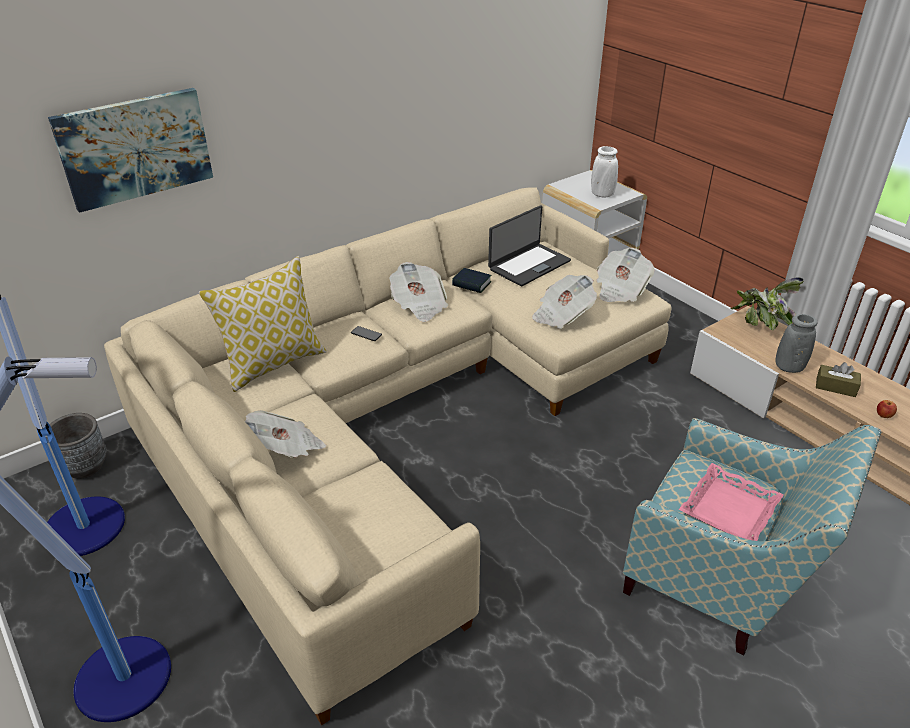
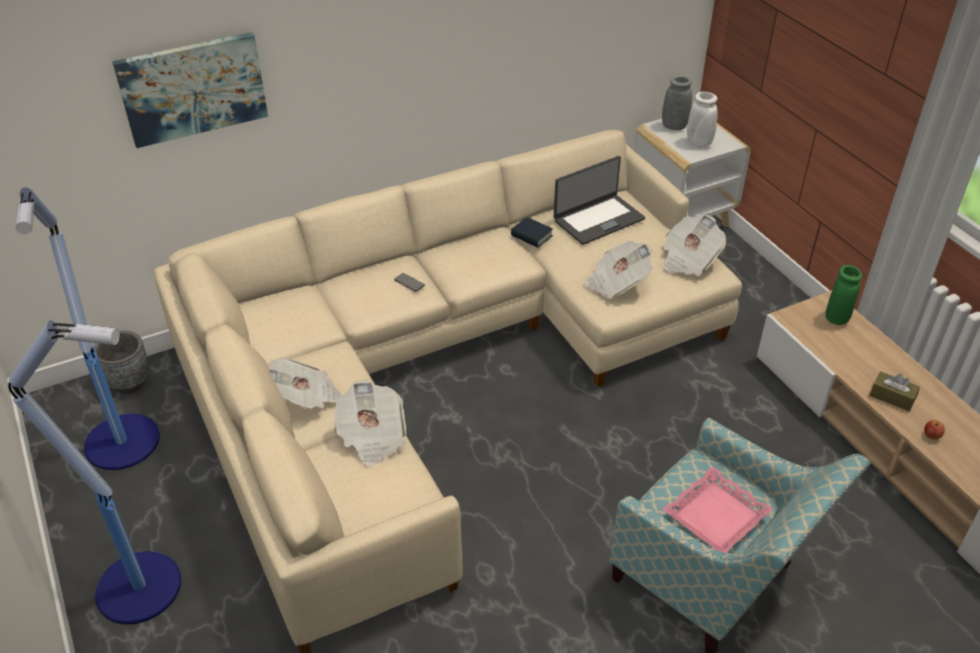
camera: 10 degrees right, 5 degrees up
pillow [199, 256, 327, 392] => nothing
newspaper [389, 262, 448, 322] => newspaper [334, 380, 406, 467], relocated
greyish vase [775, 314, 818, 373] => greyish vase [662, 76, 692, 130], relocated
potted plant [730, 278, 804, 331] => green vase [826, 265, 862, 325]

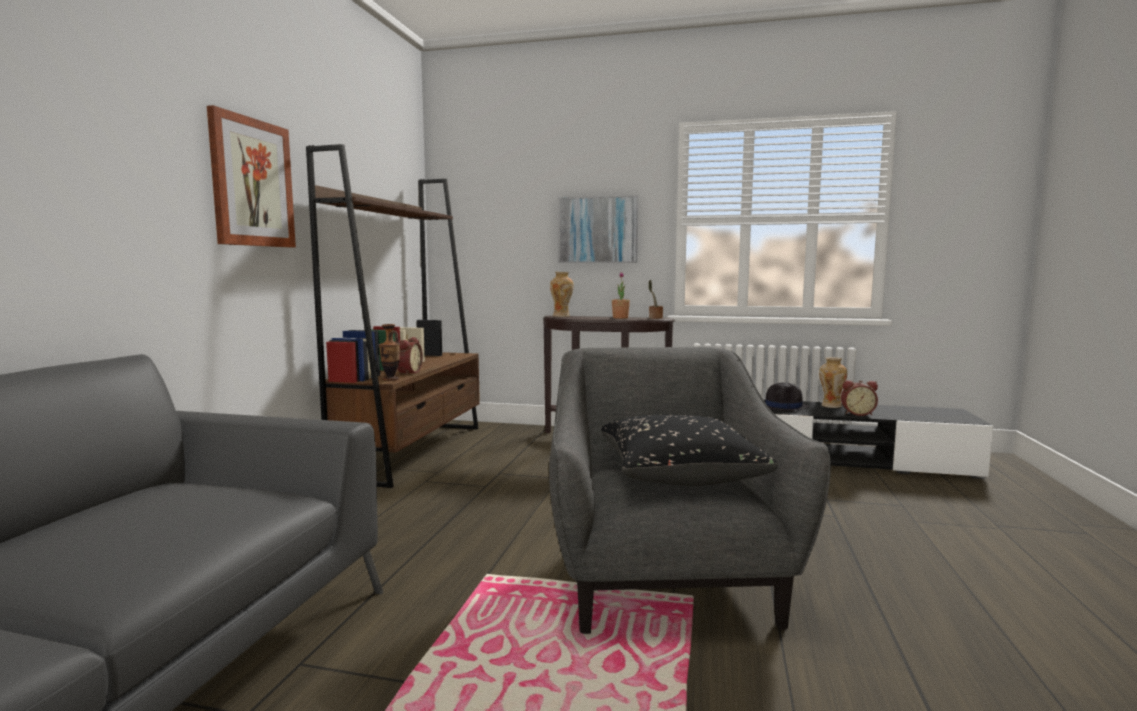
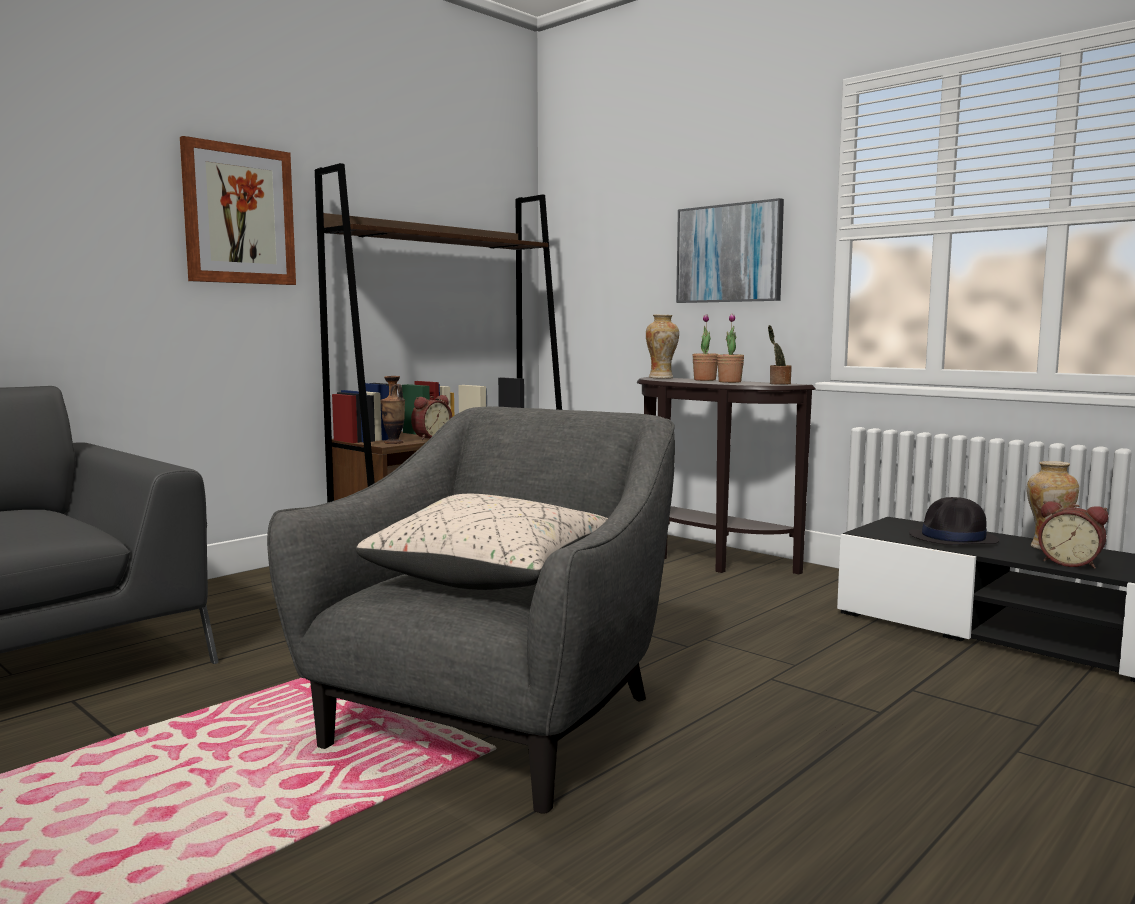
camera: 30 degrees right, 0 degrees up
nothing => potted plant [693, 314, 719, 381]
black pillow [601, 414, 778, 486] => beige-coloured pillow [356, 494, 608, 590]

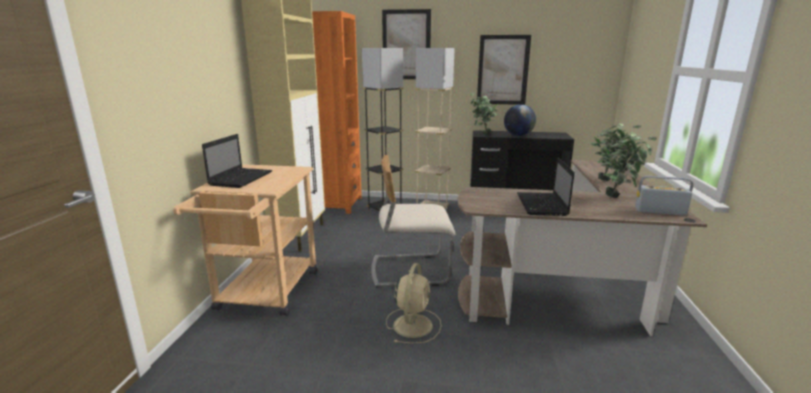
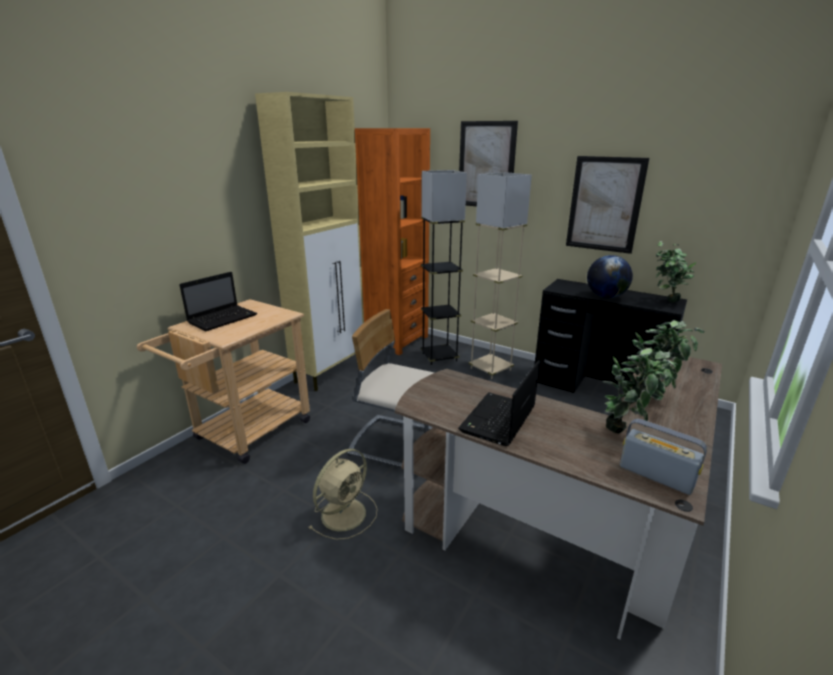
camera: 25 degrees right, 5 degrees up
potted plant [470, 93, 498, 135] => potted plant [656, 241, 697, 303], relocated

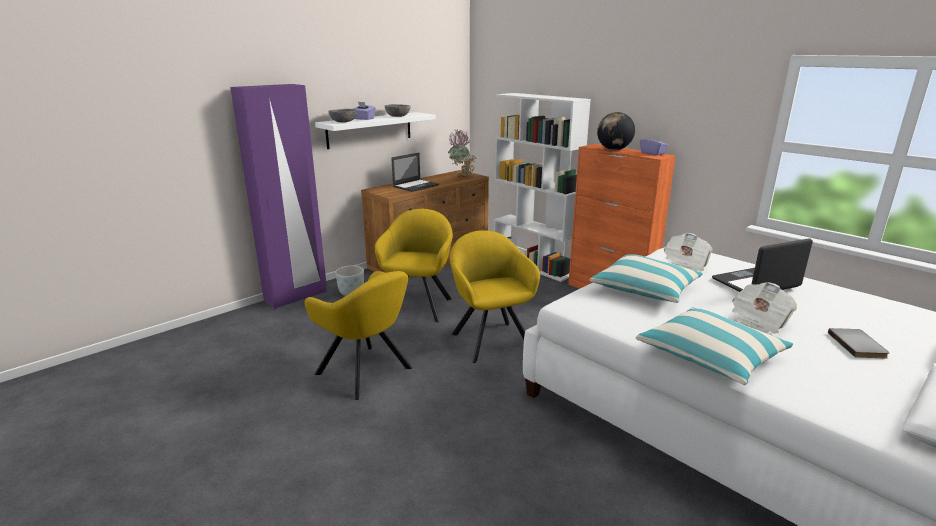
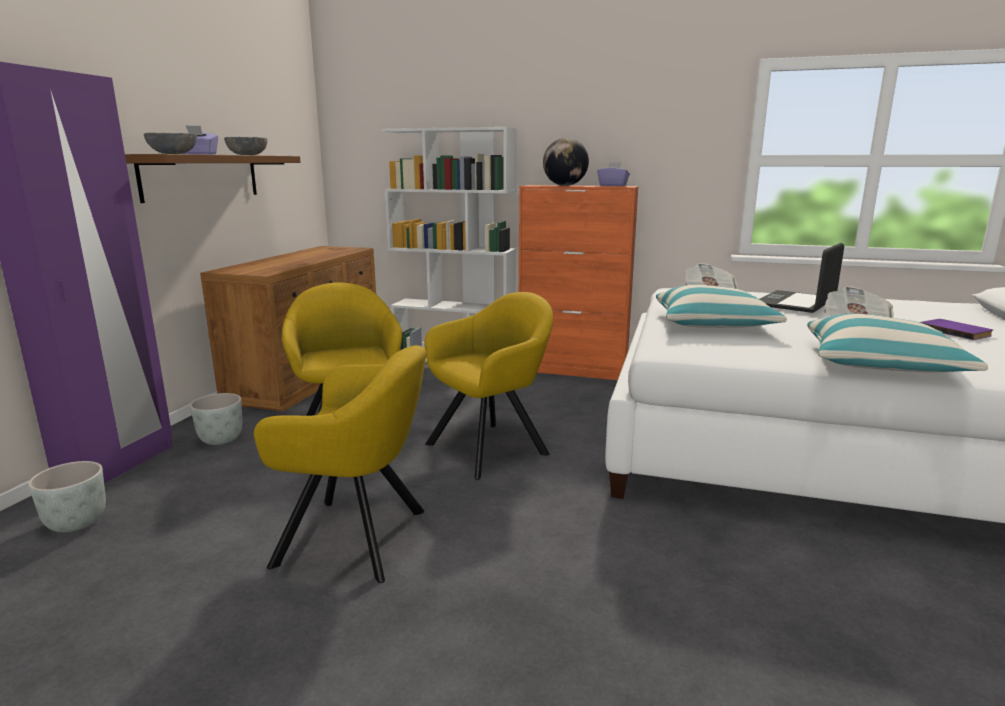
camera: 30 degrees left, 5 degrees down
notebook computer [391, 153, 439, 192] => nothing
potted plant [448, 129, 477, 177] => nothing
nothing => greyish plant pot [28, 461, 106, 532]
white shelf [315, 112, 436, 149] => brownish shelf [125, 154, 301, 203]
greyish volume [828, 328, 889, 358] => purple-coloured volume [920, 319, 993, 340]
yellow-coloured armchair [450, 230, 540, 363] => yellow-coloured armchair [424, 292, 553, 480], 105 degrees clockwise

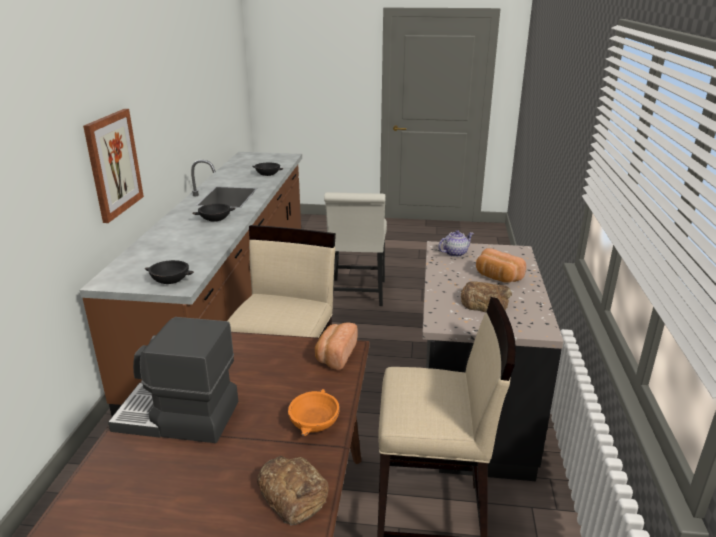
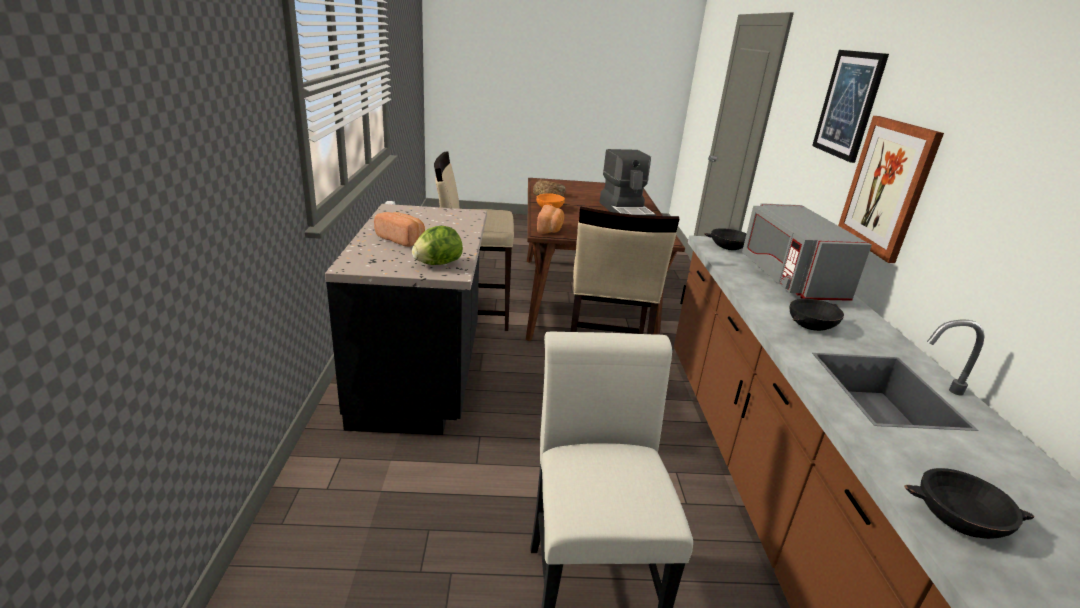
camera: 170 degrees right, 0 degrees up
baked bread [461, 281, 512, 313] => nothing
nothing => greyish microwave [742, 203, 872, 301]
nothing => picture [812, 50, 889, 163]
pot for tea [438, 230, 474, 257] => head of lettuce [412, 226, 463, 265]
coffee machine [108, 317, 239, 443] => coffee machine [600, 149, 656, 216], 75 degrees clockwise

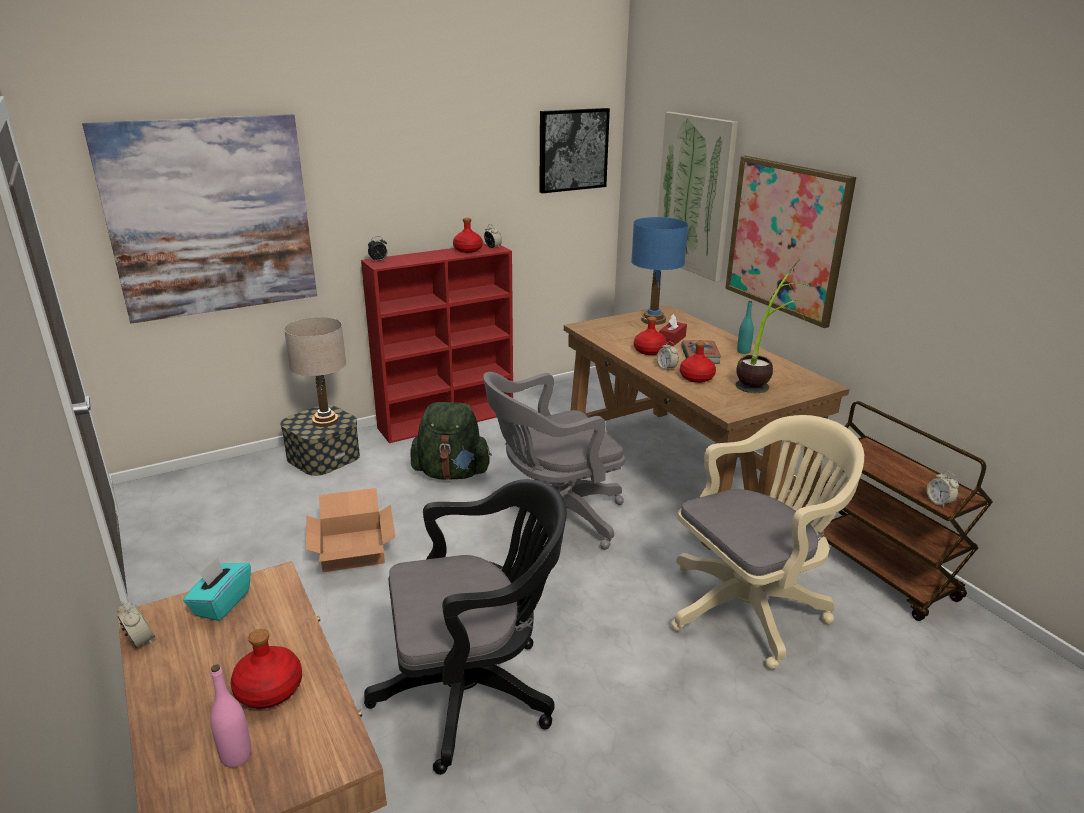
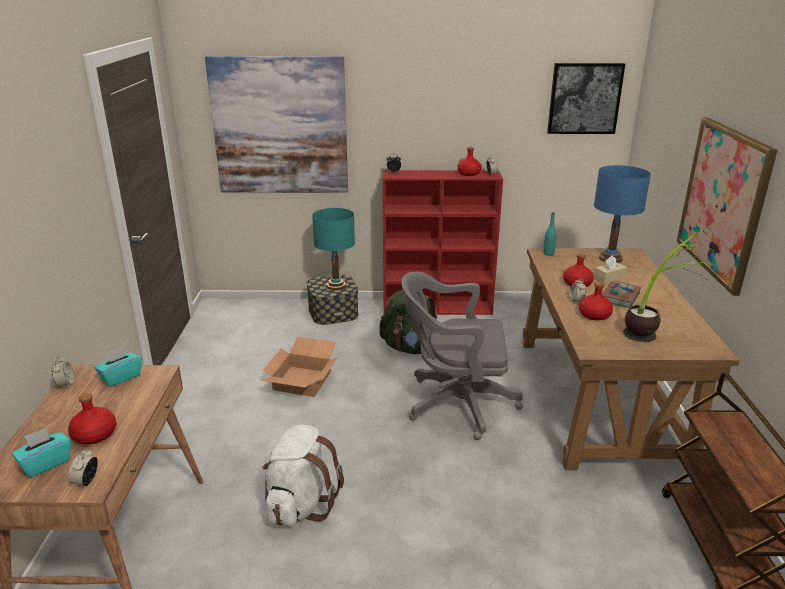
camera: 30 degrees right, 0 degrees up
picture [658, 112, 738, 282] => nothing
beige-coloured desk chair [671, 415, 864, 670] => nothing
turquoise-coloured bottle [737, 301, 754, 354] => turquoise-coloured bottle [543, 213, 556, 256], relocated
alarm clock [927, 471, 959, 508] => alarm clock [68, 449, 98, 488], relocated
pink-coloured bottle [210, 664, 251, 768] => turquoise-coloured box of tissues [12, 427, 71, 478]
black desk chair [364, 479, 567, 775] => white backpack [263, 425, 344, 526]
beige-coloured lamp for a table [284, 317, 346, 427] => turquoise-coloured lamp for a table [312, 208, 355, 290]
red-coloured box of tissues [659, 314, 687, 346] => beige-coloured box of tissues [594, 255, 627, 284]

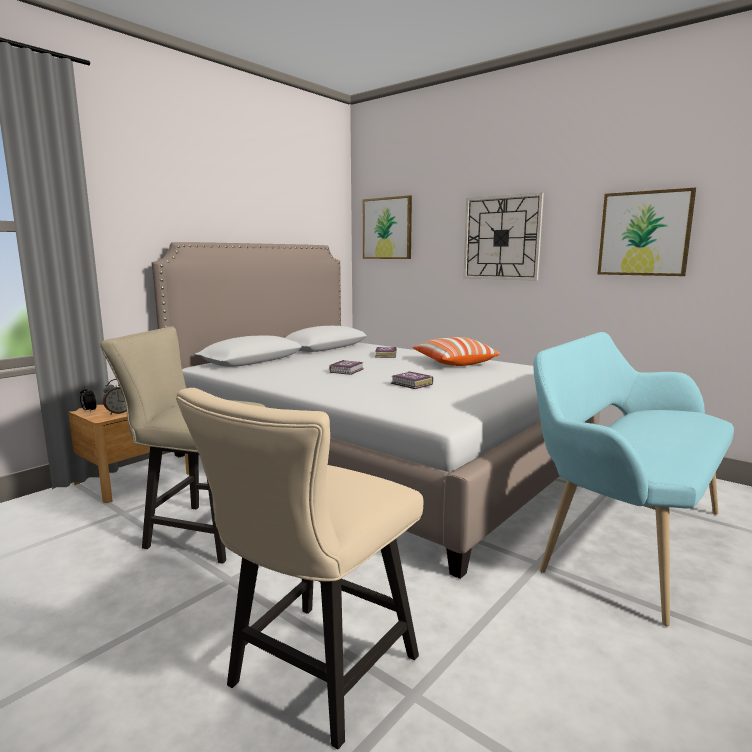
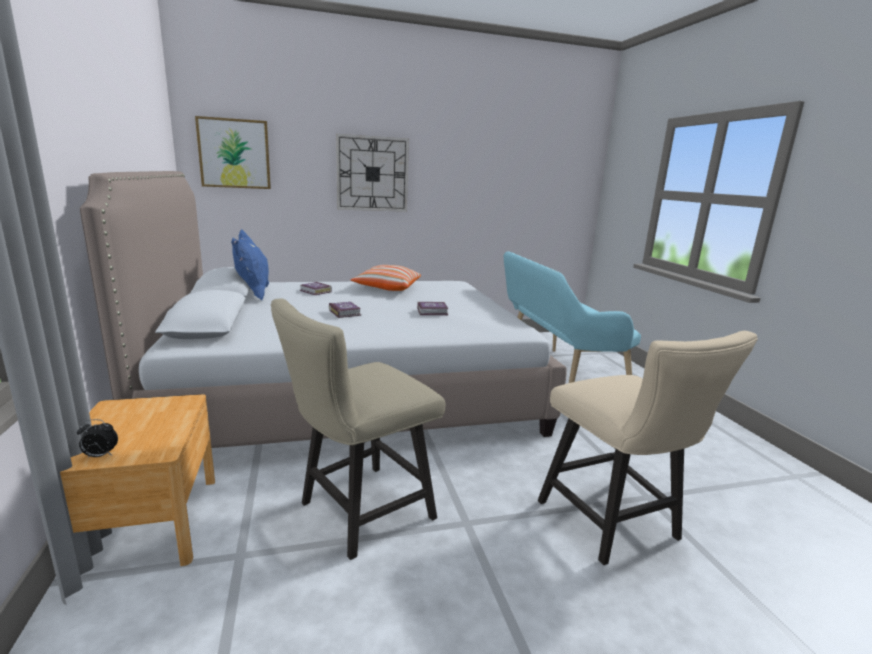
camera: 55 degrees left, 5 degrees up
alarm clock [103, 379, 126, 415] => nothing
picture [598, 188, 696, 276] => nothing
nothing => blue-coloured pillow [231, 230, 269, 301]

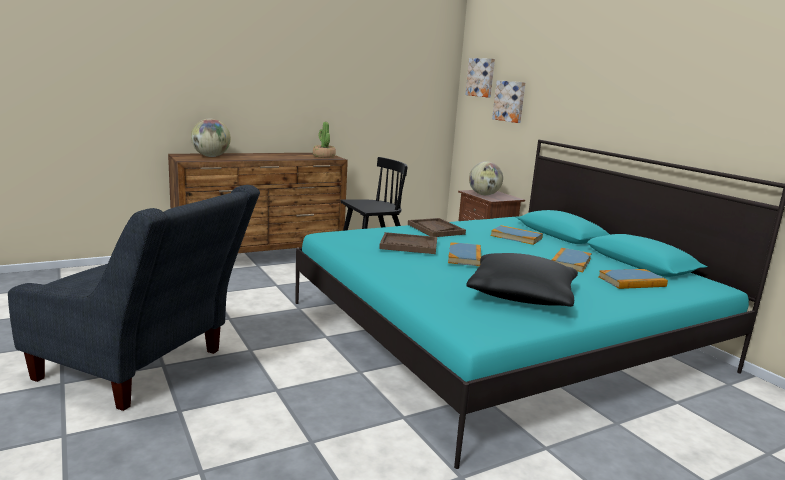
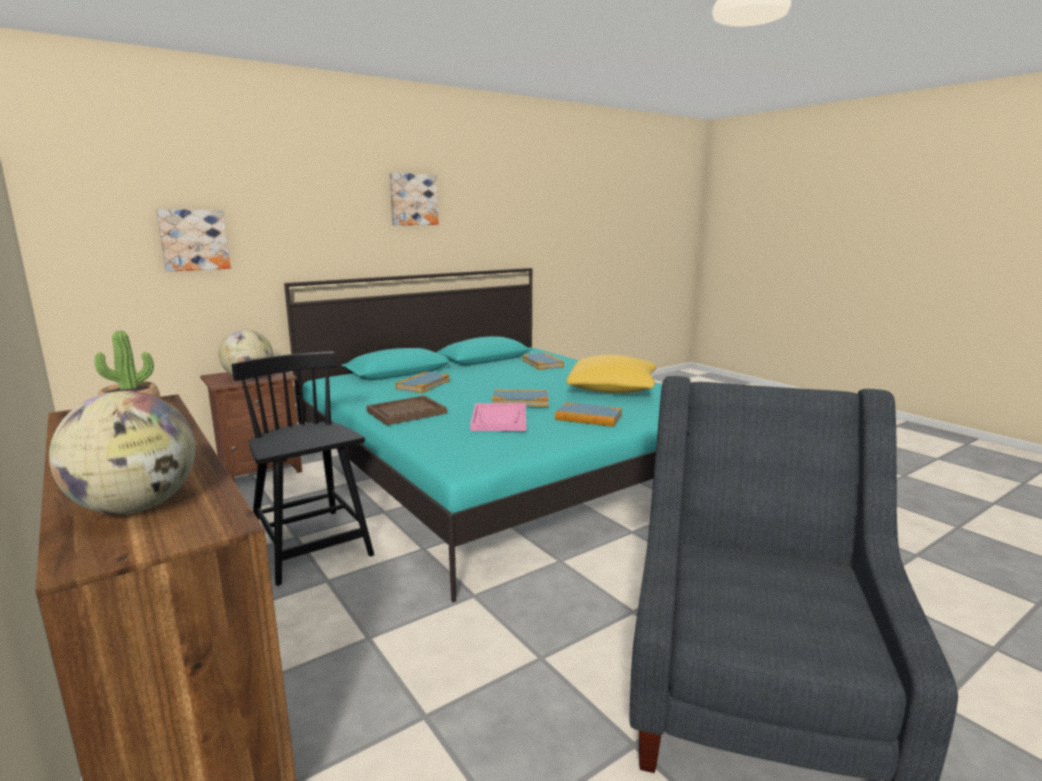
camera: 95 degrees left, 0 degrees up
picture [465, 58, 495, 98] => picture [390, 173, 439, 225], relocated
volume [552, 248, 592, 272] => volume [555, 402, 622, 427], relocated
brownish serving tray [379, 232, 437, 254] => pink-coloured serving tray [470, 403, 526, 431]
black pillow [466, 253, 578, 307] => yellow-coloured pillow [567, 355, 656, 393]

